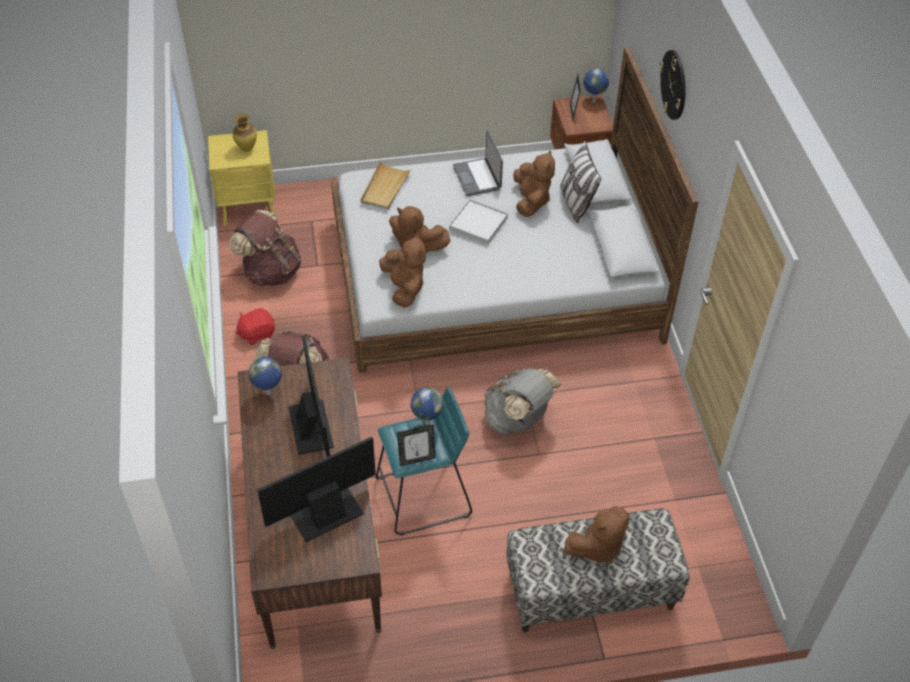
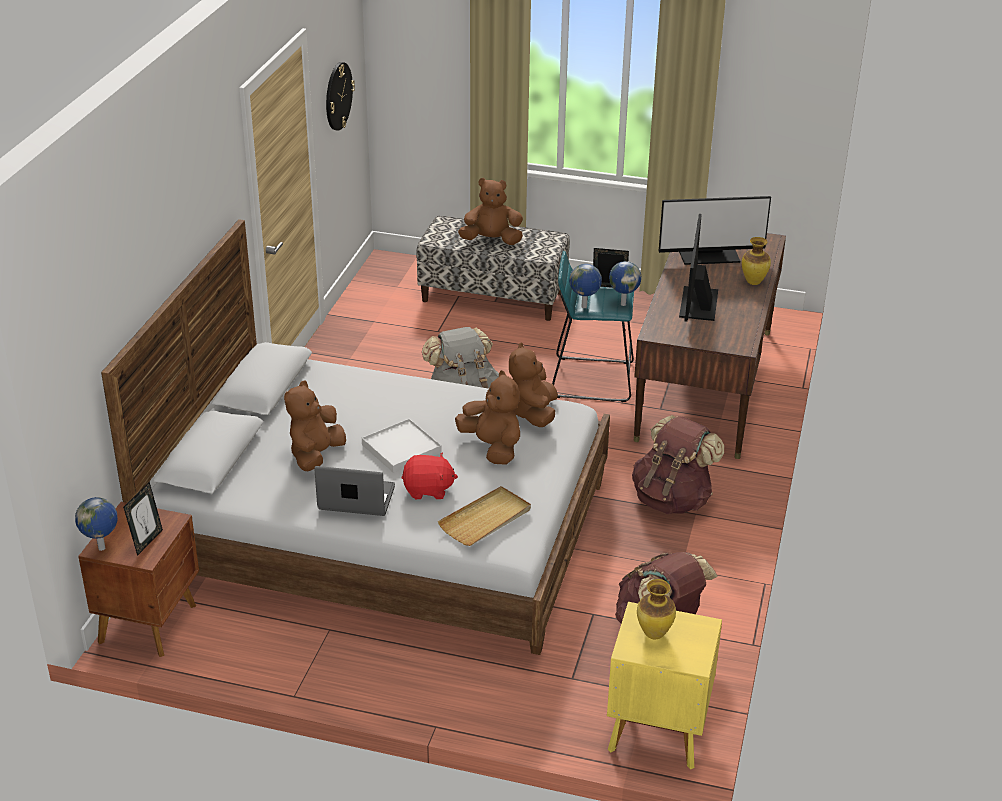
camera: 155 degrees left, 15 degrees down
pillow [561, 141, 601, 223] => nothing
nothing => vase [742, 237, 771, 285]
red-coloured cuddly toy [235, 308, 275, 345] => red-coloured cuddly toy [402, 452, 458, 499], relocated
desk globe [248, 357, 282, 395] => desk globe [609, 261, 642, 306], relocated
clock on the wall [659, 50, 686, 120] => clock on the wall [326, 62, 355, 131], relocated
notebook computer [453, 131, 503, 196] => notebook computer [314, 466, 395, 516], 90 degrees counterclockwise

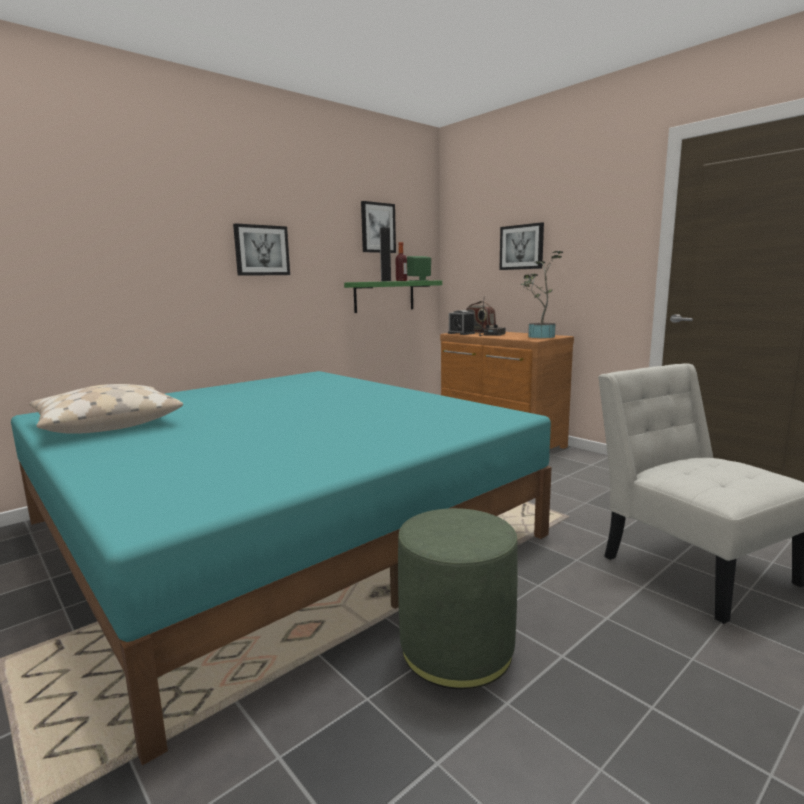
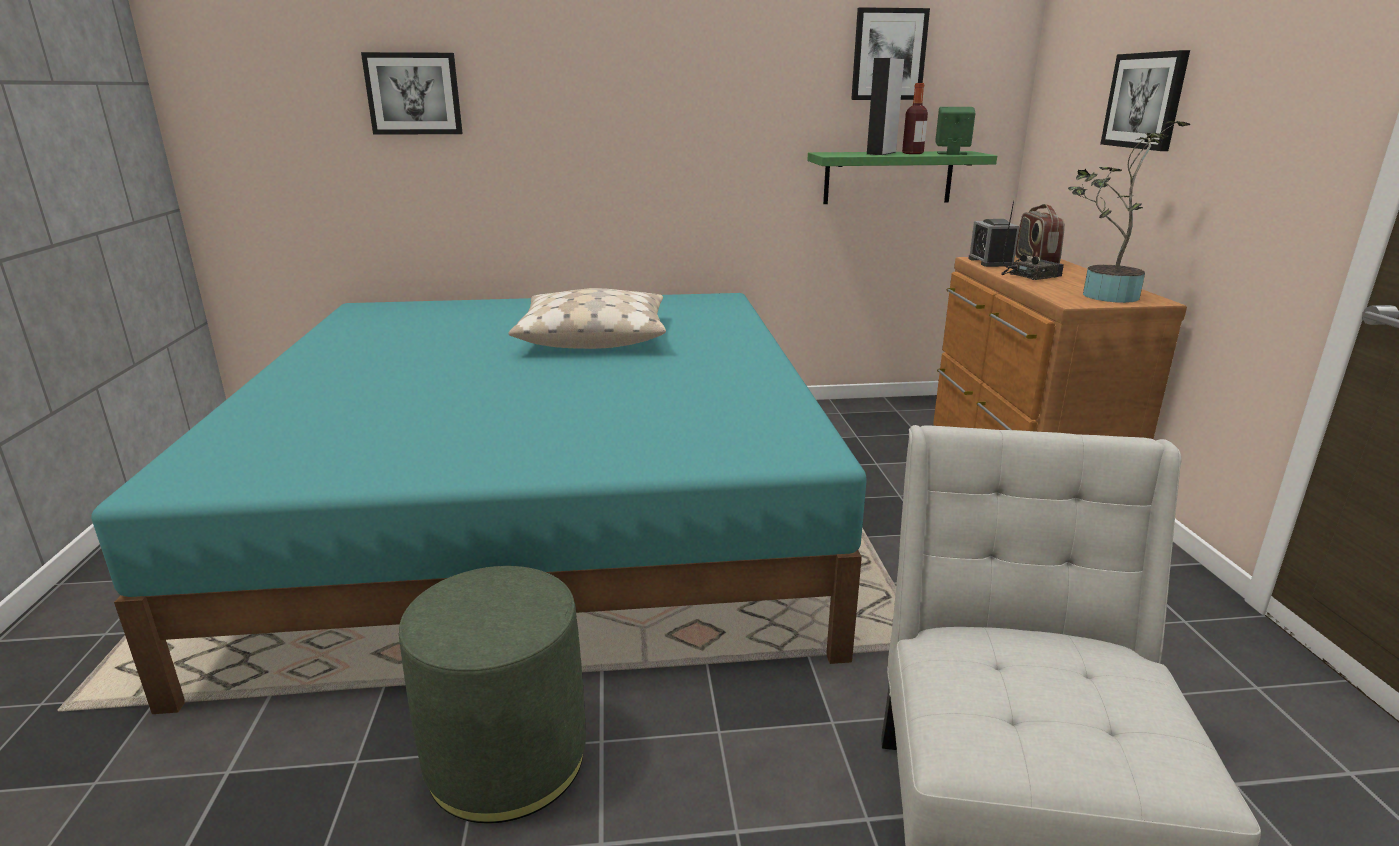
camera: 35 degrees right, 10 degrees up
beige-coloured pillow [29, 384, 183, 434] => beige-coloured pillow [509, 288, 666, 349], relocated
picture [233, 223, 290, 276] => picture [361, 52, 463, 135], relocated

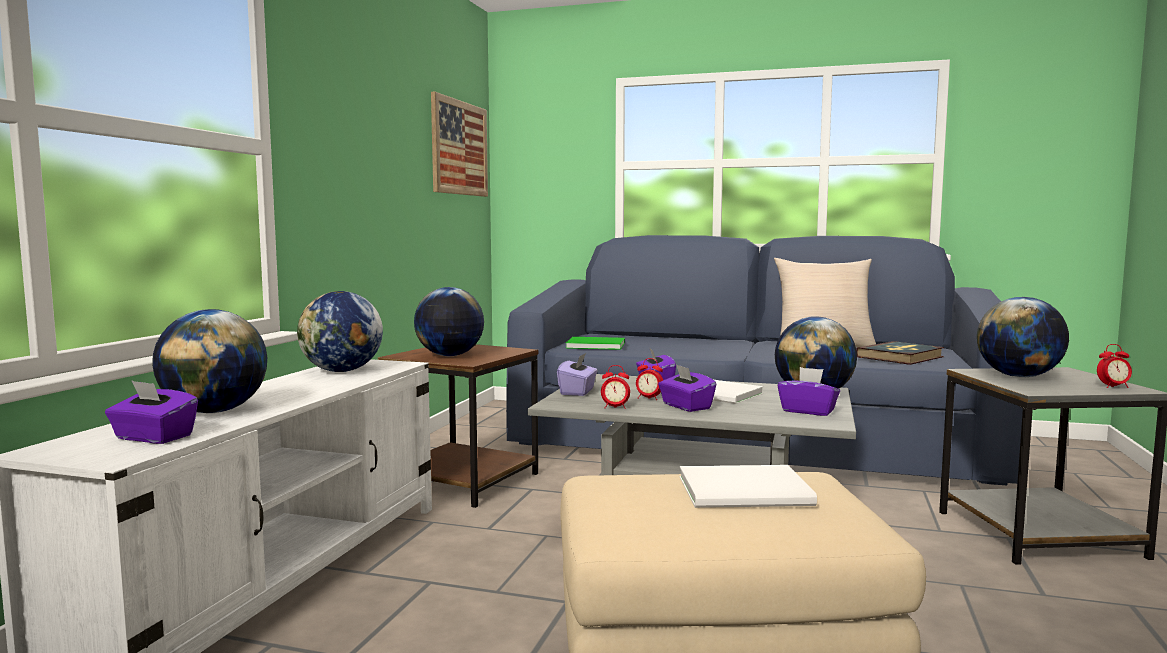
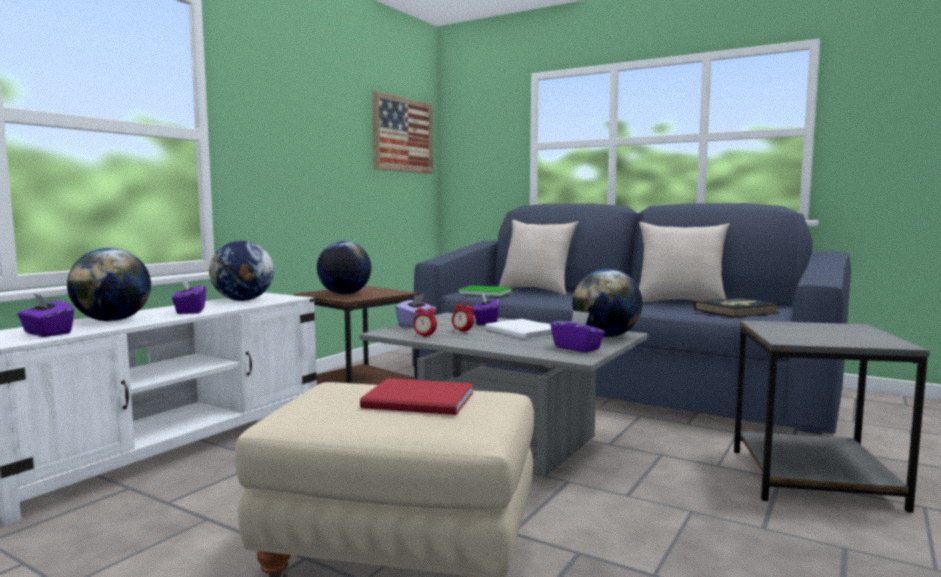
camera: 15 degrees right, 0 degrees up
desk globe [977, 297, 1069, 378] => nothing
alarm clock [1097, 344, 1132, 388] => nothing
nothing => beige-coloured pillow [499, 220, 579, 295]
purple-coloured box of tissues [658, 364, 716, 412] => purple-coloured box of tissues [172, 278, 206, 314], relocated
white volume [680, 465, 817, 508] => red-coloured volume [360, 378, 473, 415]

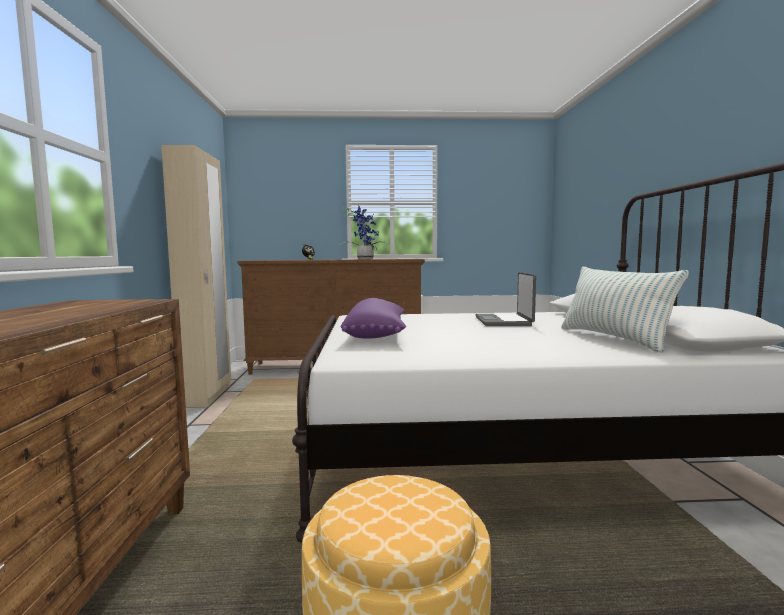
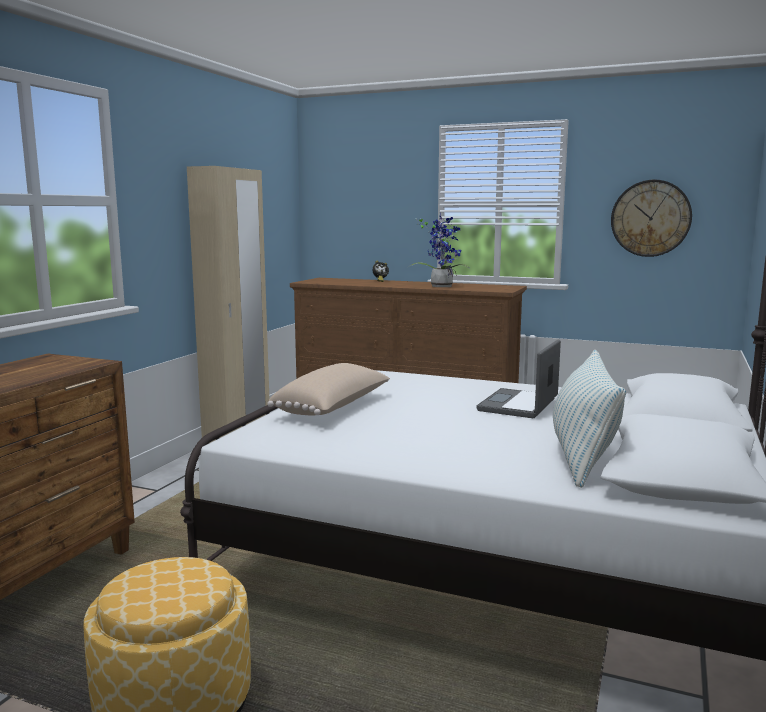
camera: 25 degrees right, 5 degrees up
nothing => clock on the wall [611, 180, 692, 257]
purple-coloured pillow [341, 298, 406, 339] => beige-coloured pillow [267, 363, 390, 415]

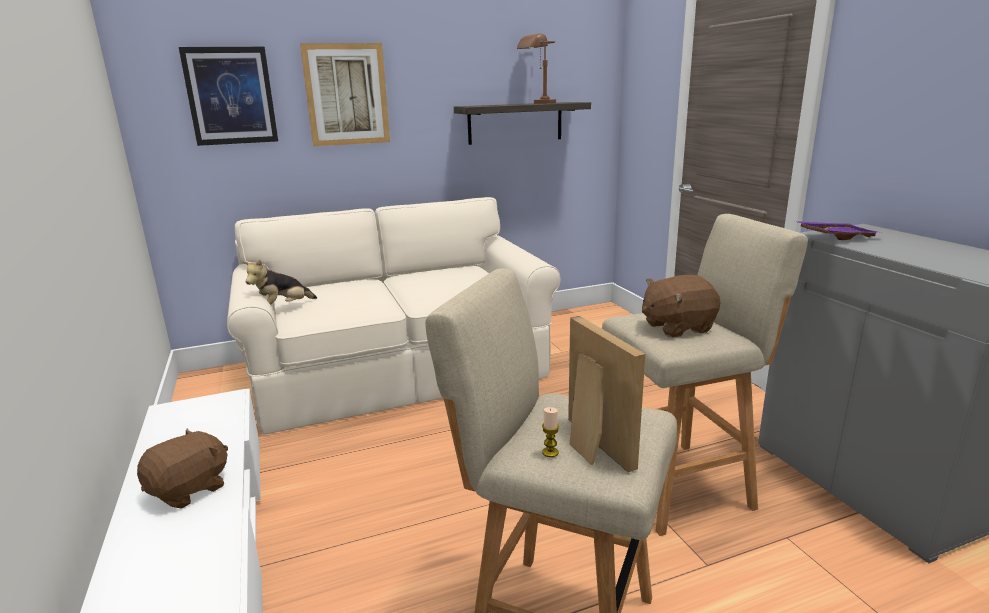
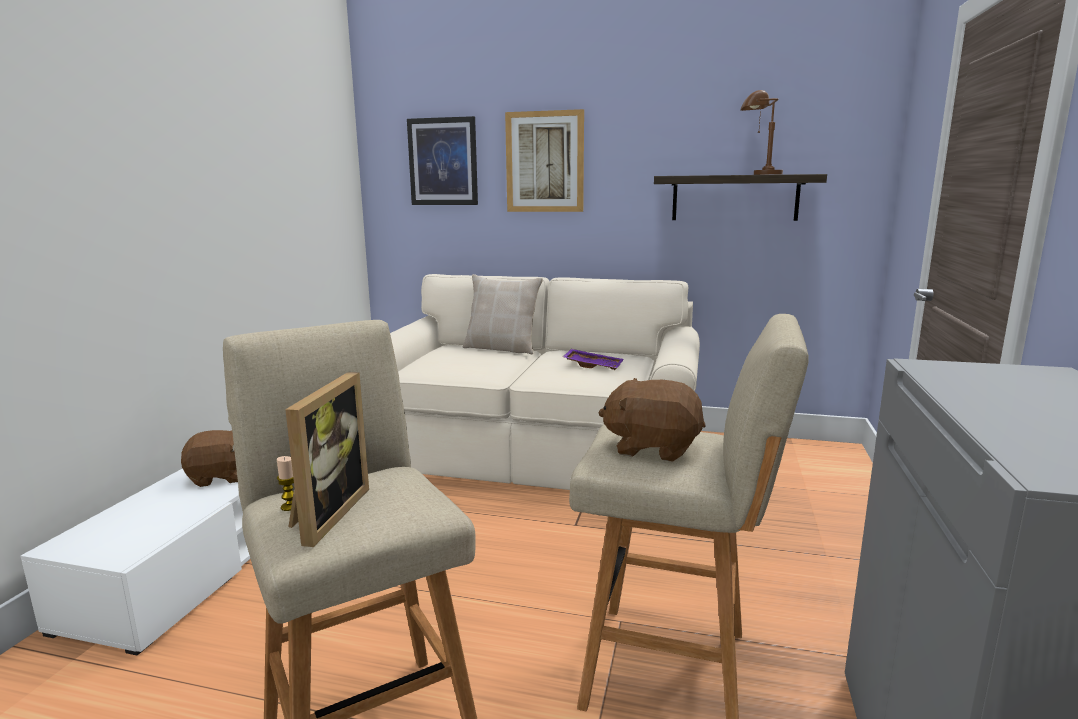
camera: 35 degrees right, 5 degrees down
cuddly toy [242, 260, 317, 305] => nothing
nothing => beige-coloured pillow [463, 274, 543, 354]
purple-coloured serving tray [795, 221, 881, 240] => purple-coloured serving tray [563, 349, 623, 370], relocated

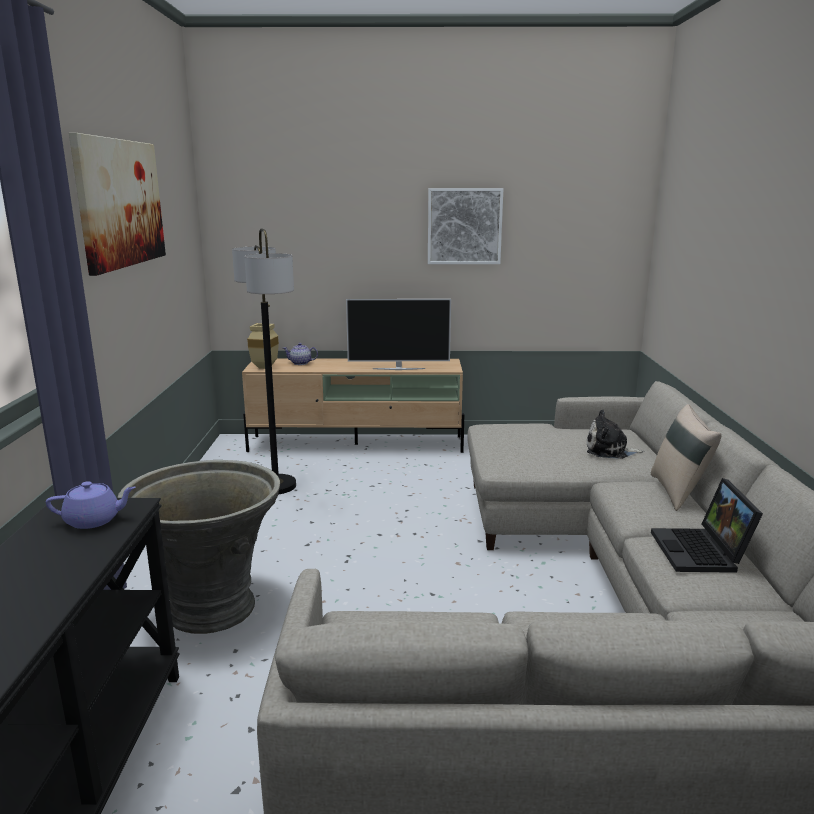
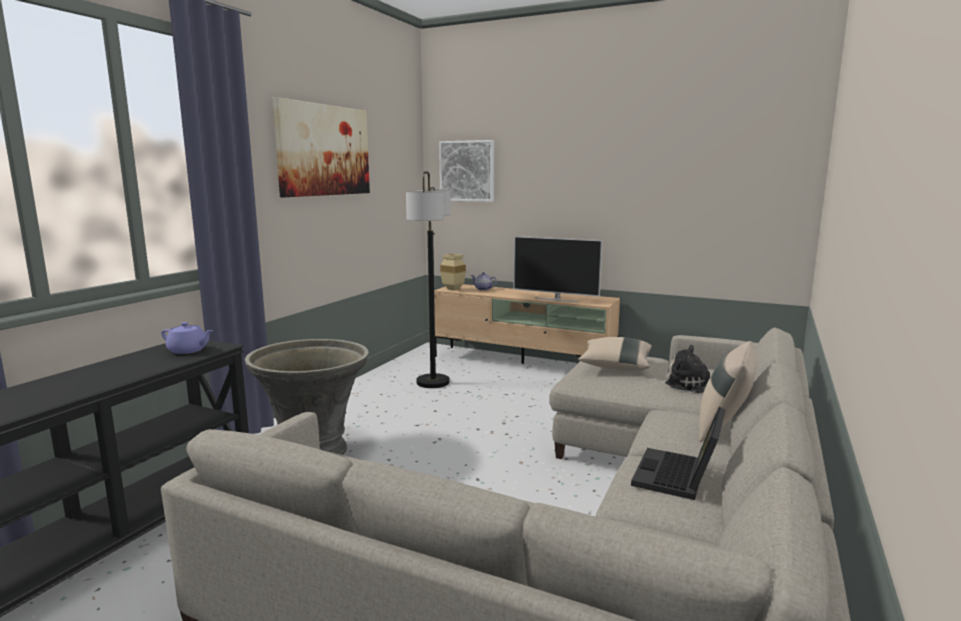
camera: 25 degrees right, 5 degrees down
nothing => beige-coloured pillow [578, 337, 652, 371]
picture [428, 188, 503, 264] => picture [439, 140, 494, 202], relocated

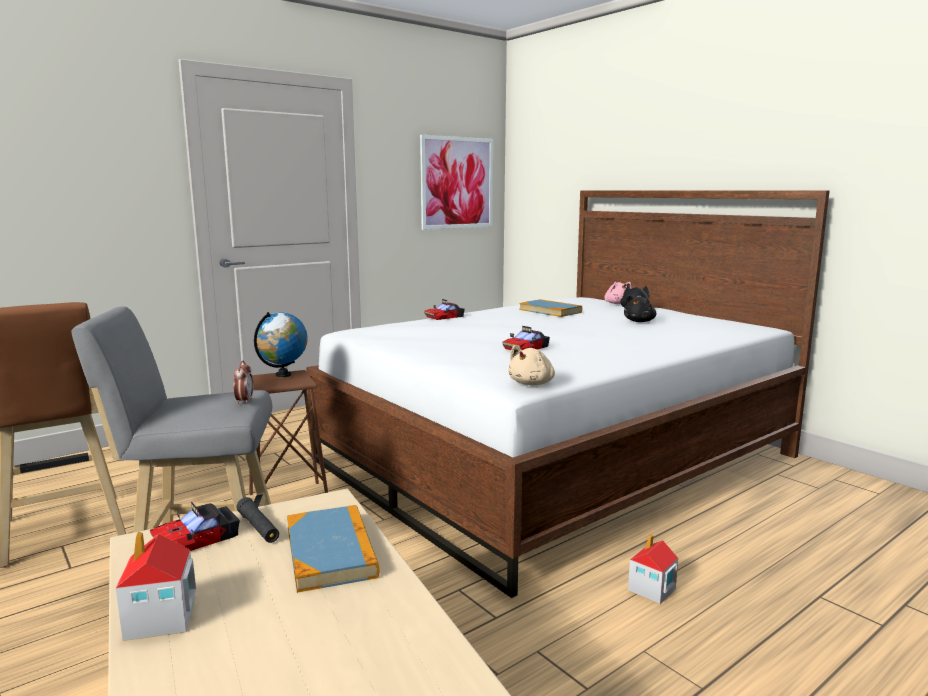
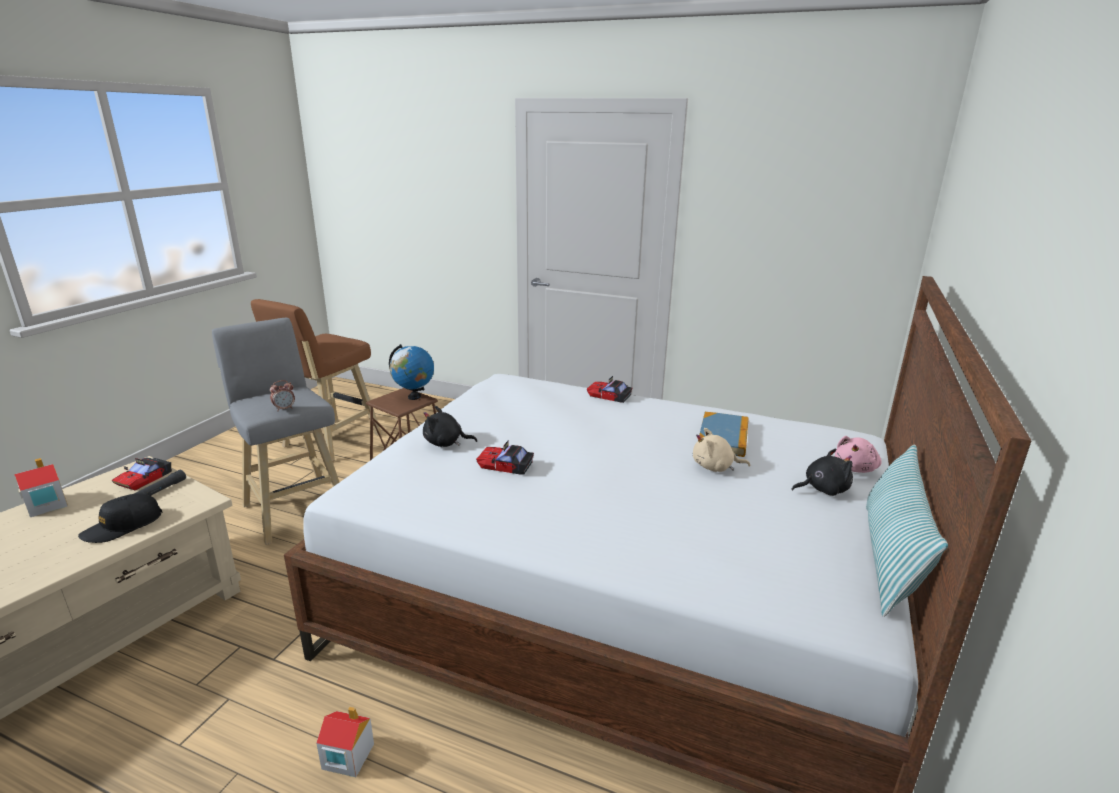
camera: 60 degrees right, 10 degrees up
picture [420, 135, 493, 230] => nothing
nothing => pillow [866, 444, 948, 617]
beige-coloured cuddly toy [508, 345, 555, 385] => beige-coloured cuddly toy [693, 428, 750, 472], relocated
black cuddly toy [624, 295, 656, 322] => black cuddly toy [423, 406, 477, 447], relocated
volume [287, 505, 380, 593] => black cap [78, 493, 162, 543]
model car [150, 502, 240, 551] => model car [112, 457, 172, 491], 90 degrees counterclockwise

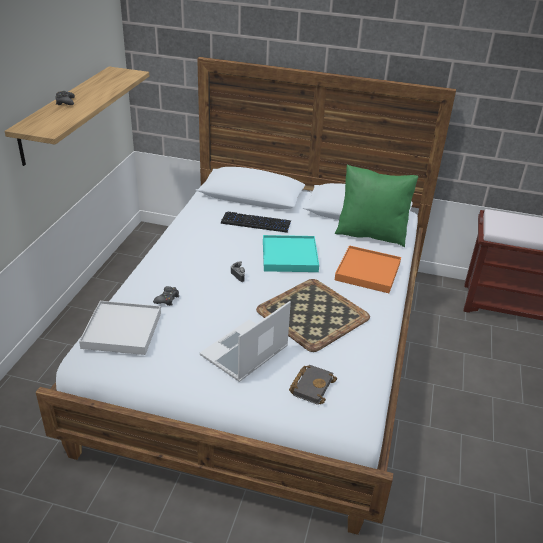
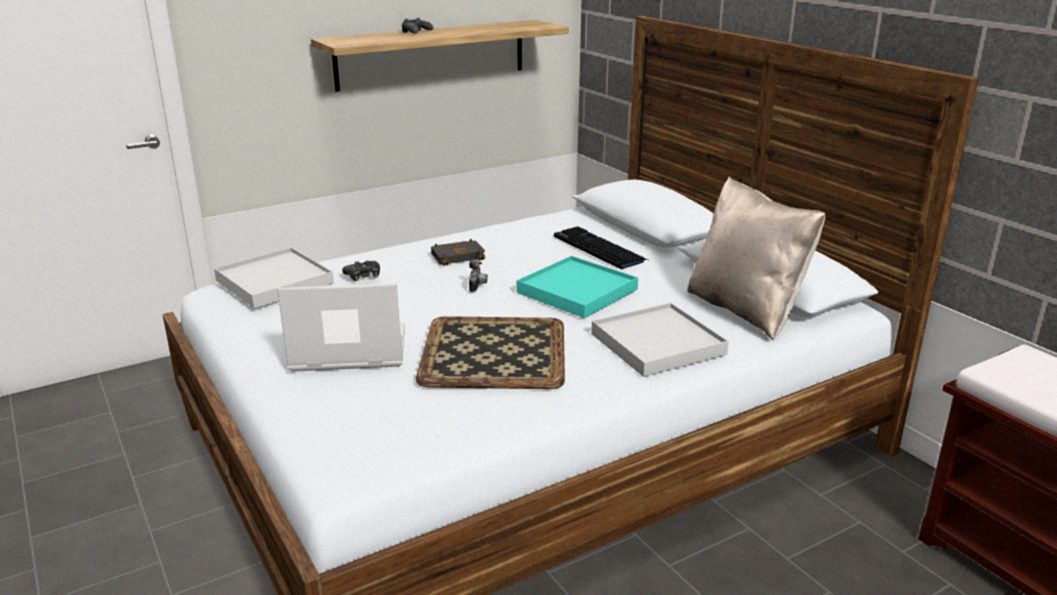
camera: 45 degrees right, 10 degrees down
black volume [289, 365, 337, 405] => black volume [431, 239, 485, 266], relocated
green pillow [334, 165, 419, 247] => beige-coloured pillow [687, 177, 825, 341]
orange-coloured serving tray [335, 245, 401, 293] => white serving tray [591, 303, 729, 377]

